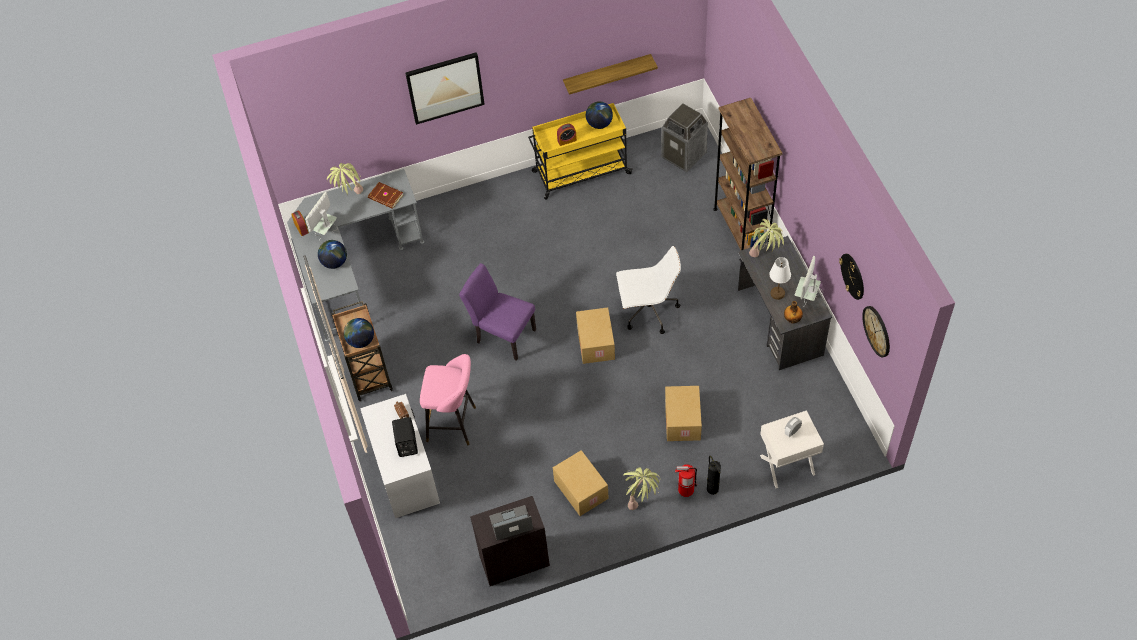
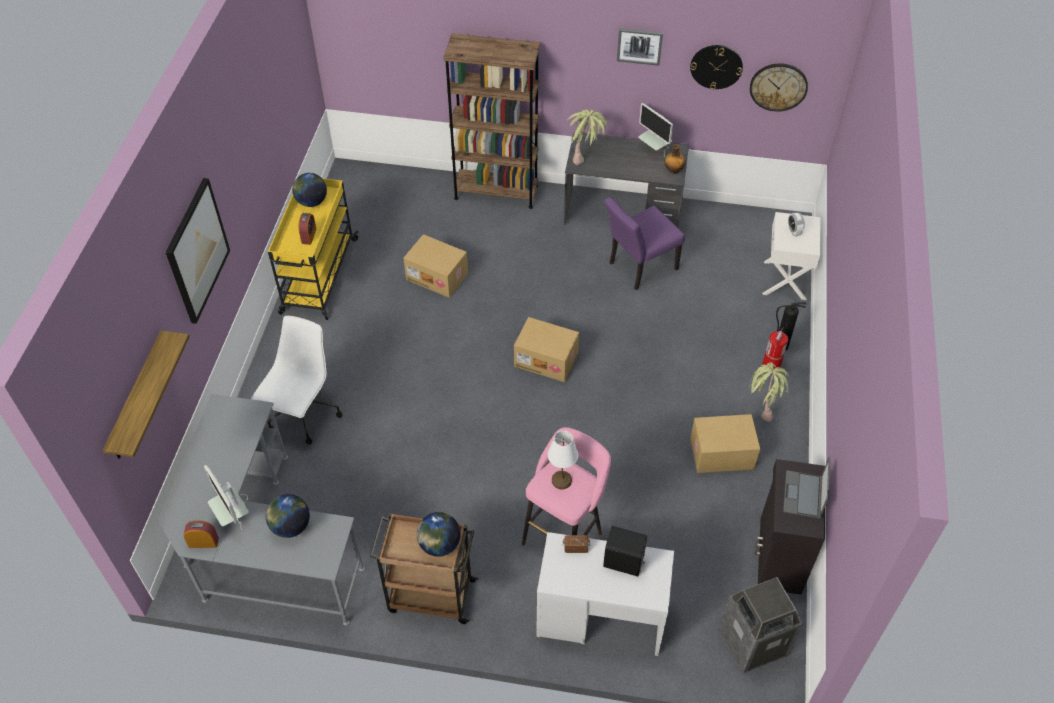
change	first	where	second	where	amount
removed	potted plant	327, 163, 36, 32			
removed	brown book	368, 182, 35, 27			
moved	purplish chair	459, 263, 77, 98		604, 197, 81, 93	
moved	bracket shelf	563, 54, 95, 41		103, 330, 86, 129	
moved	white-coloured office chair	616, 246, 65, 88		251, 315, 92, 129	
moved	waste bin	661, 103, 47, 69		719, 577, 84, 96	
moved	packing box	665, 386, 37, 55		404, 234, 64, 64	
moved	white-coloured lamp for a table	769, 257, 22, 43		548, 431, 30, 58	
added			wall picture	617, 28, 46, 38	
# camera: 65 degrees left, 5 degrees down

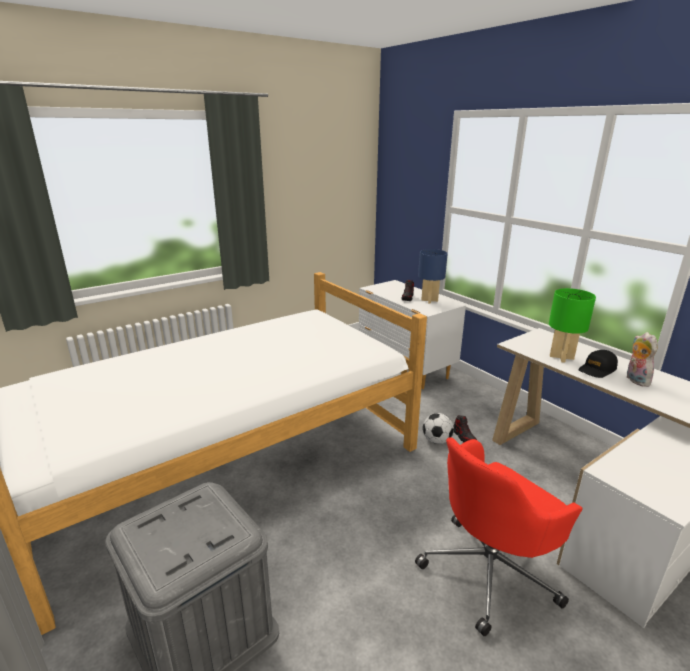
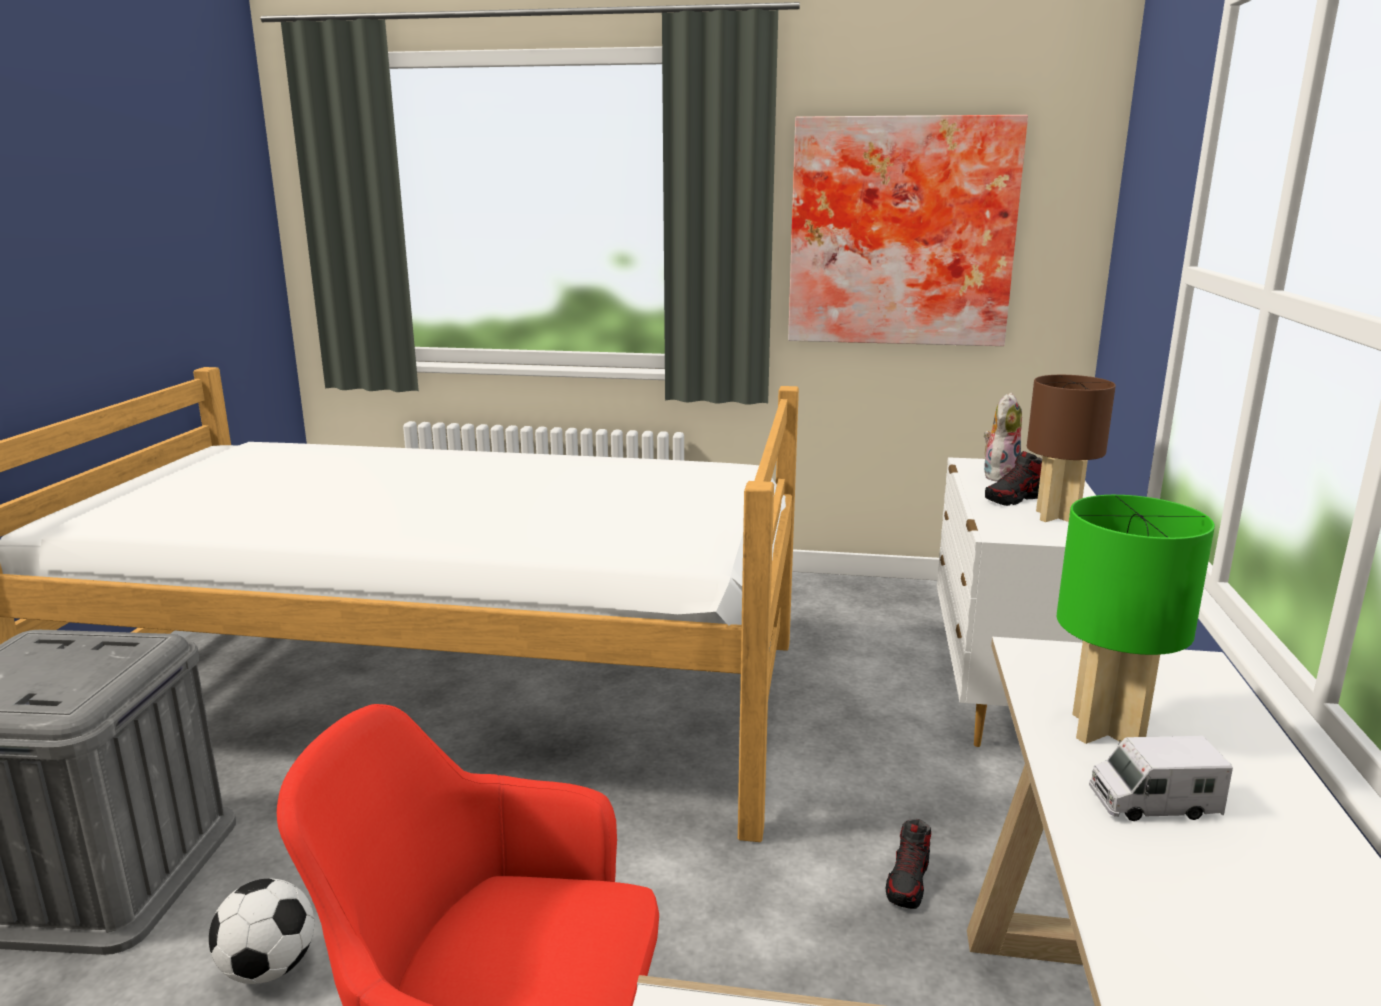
change	first	where	second	where	amount
recoloured	blue-coloured lamp for a table	418, 249, 30, 55	brown lamp for a table	1027, 375, 89, 147	
moved	ball for football	423, 413, 31, 31		209, 878, 105, 106	
replaced	blackish cap	578, 350, 40, 28	toy lorry	1089, 736, 144, 85	
moved	plush toy	627, 332, 31, 55		984, 393, 38, 89	
added			wall picture	788, 115, 240, 231	
# camera: 45 degrees right, 5 degrees down

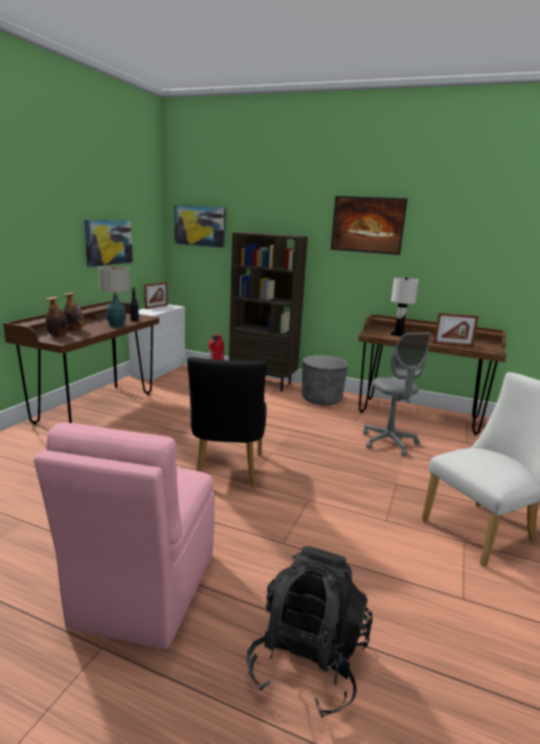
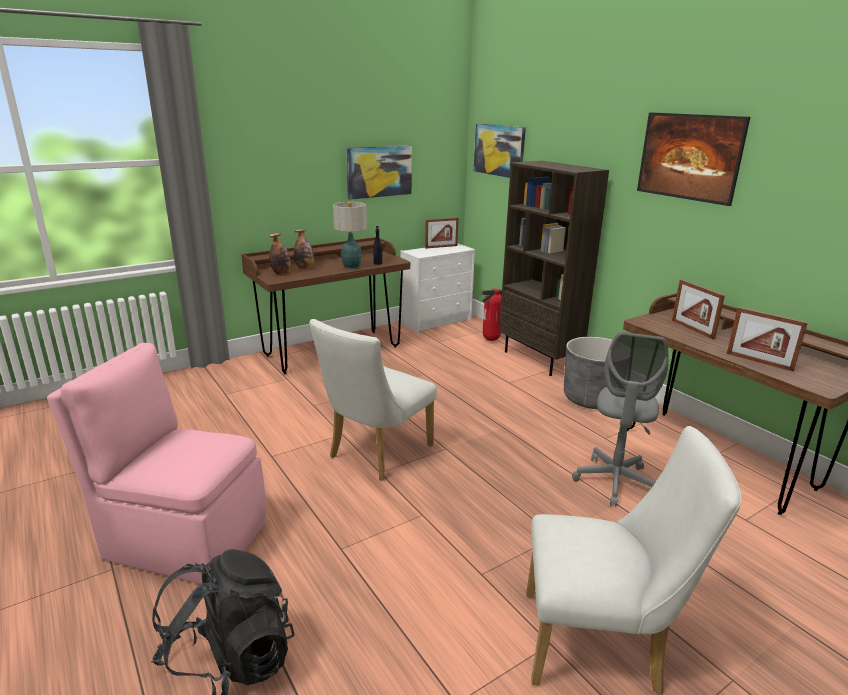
change	first	where	second	where	amount
turned	pinkish chair	34, 423, 181, 227		47, 343, 220, 241	60 degrees clockwise
recoloured	blackish chair	187, 357, 80, 131	white-coloured chair	309, 319, 128, 162	
replaced	white-coloured lamp for a table	391, 277, 28, 60	standing frame	672, 279, 53, 60	
# camera: 35 degrees right, 5 degrees up

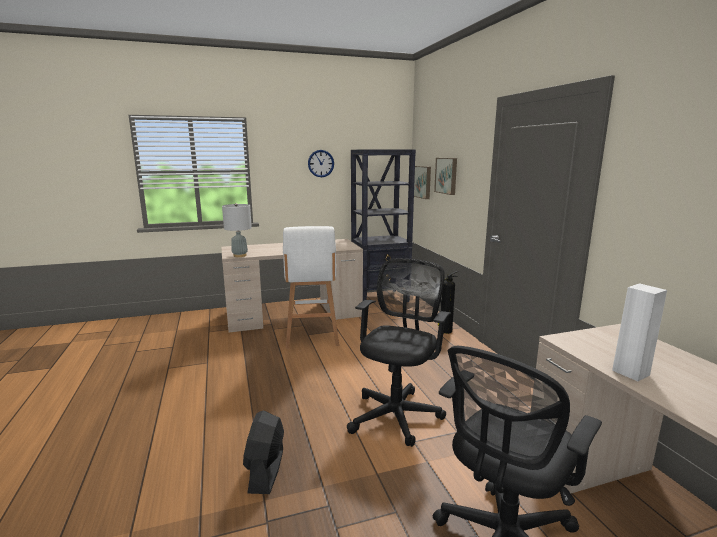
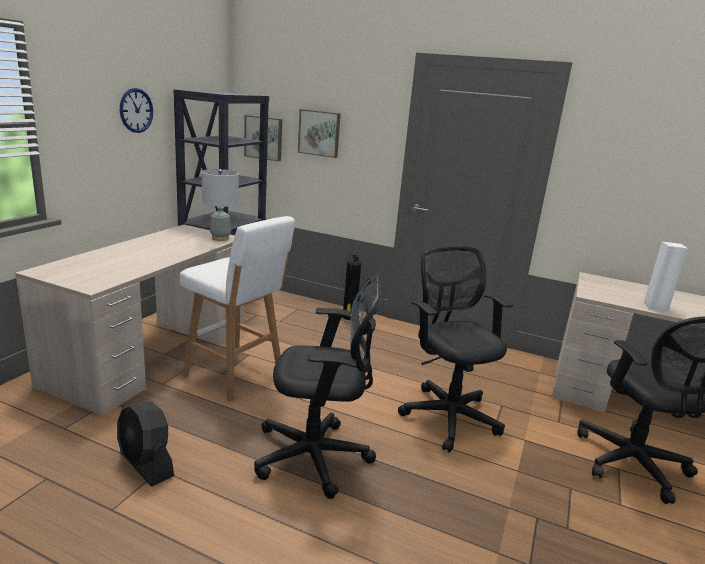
change	first	where	second	where	amount
moved	greyish lamp for a table	222, 203, 30, 54		202, 169, 37, 72	
moved	blackish cooling fan	243, 411, 41, 83		117, 402, 57, 85	
added			blackish office chair	254, 273, 129, 226	
# camera: 50 degrees left, 5 degrees up

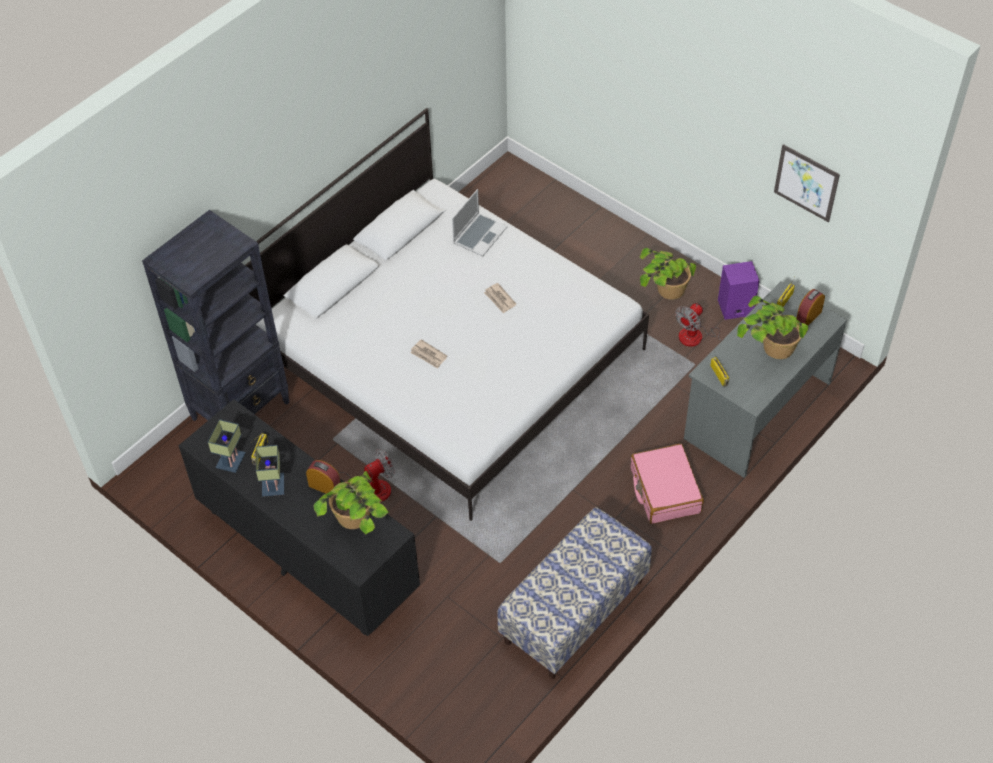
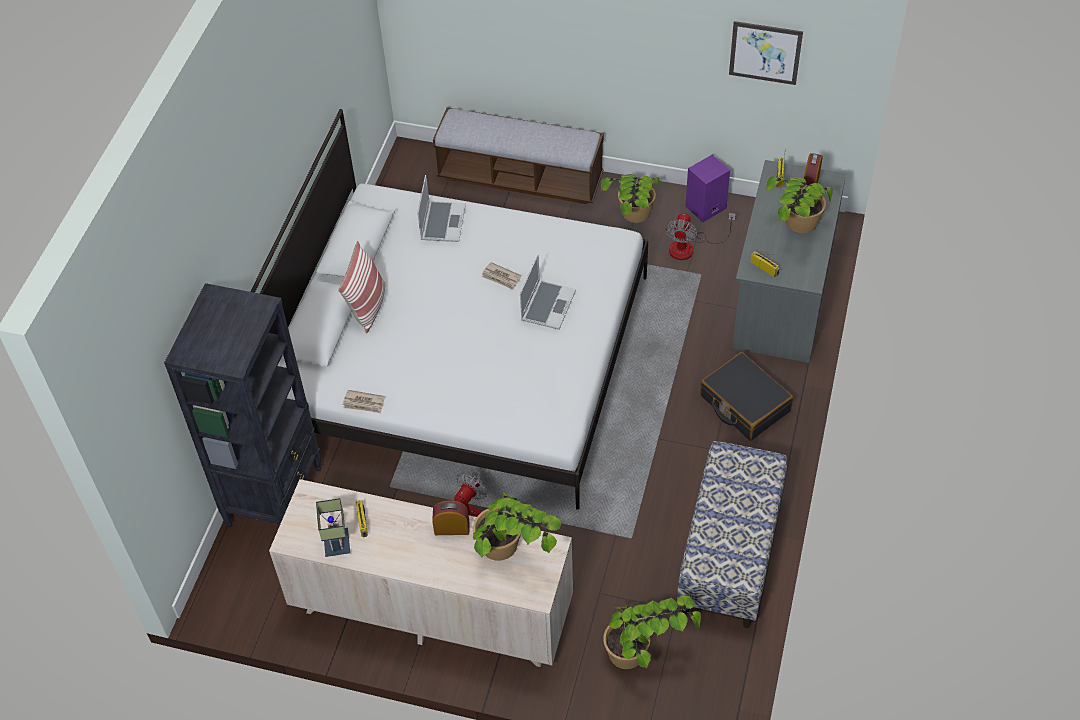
change	first	where	second	where	amount
recoloured	blackish chest of drawers	179, 399, 241, 237	sand-coloured chest of drawers	269, 479, 304, 188	
removed	lamp for a table	256, 445, 28, 52			
moved	daily paper	410, 339, 37, 30		342, 390, 42, 23	
recoloured	pinkish travel case	631, 444, 73, 80	blackish travel case	700, 352, 93, 89	
added			pillow	338, 241, 47, 93	
added			long seat	433, 107, 171, 97	
added			notebook computer	520, 254, 56, 76	
added			potted plant	603, 595, 98, 74	
# camera: 25 degrees left, 0 degrees up

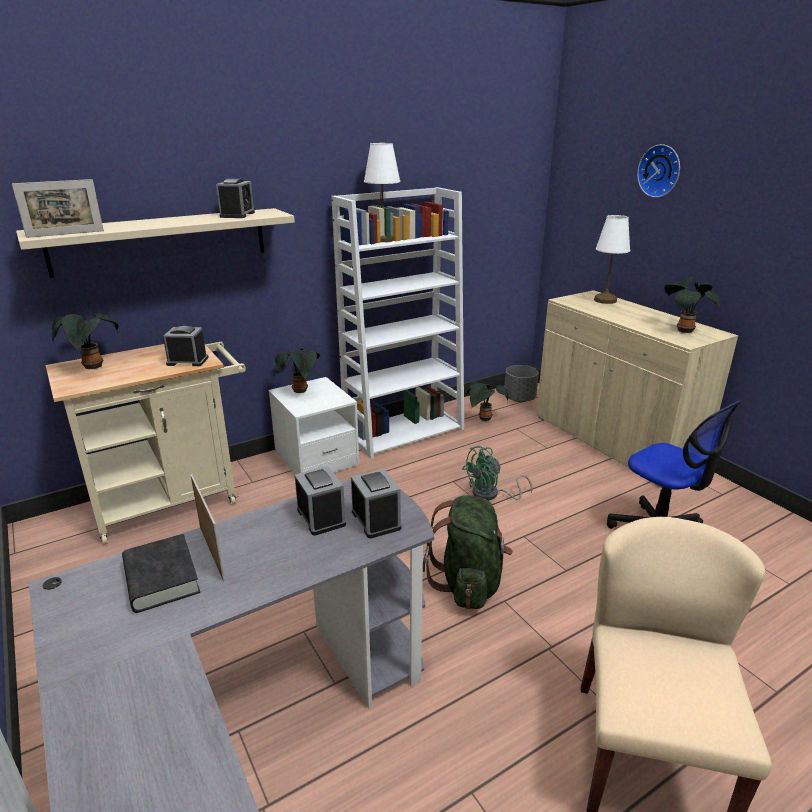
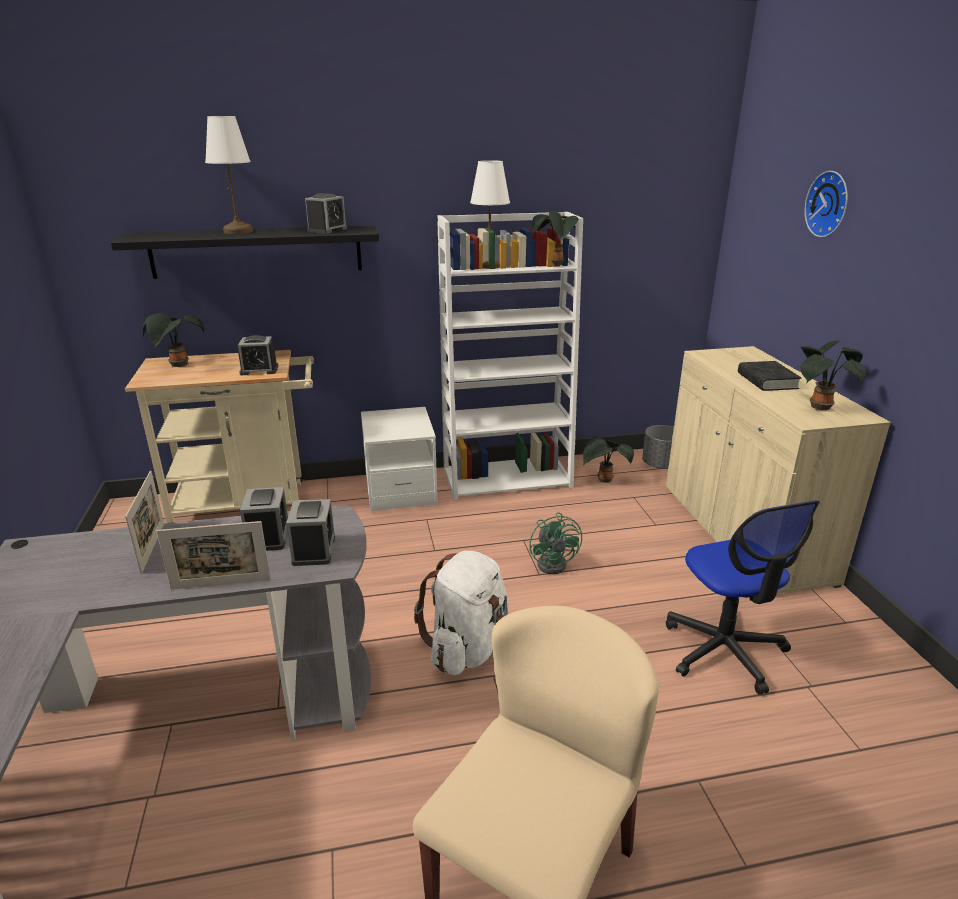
change	first	where	second	where	amount
moved	standing frame	12, 179, 92, 59		156, 521, 115, 69	
recoloured	sand-coloured bracket shelf	16, 208, 279, 70	blackish bracket shelf	111, 225, 268, 54	
moved	blackish book	122, 534, 78, 79		738, 361, 63, 30	
turned	bedside clock	163, 326, 46, 40		237, 335, 41, 40	150 degrees clockwise
moved	potted plant	275, 347, 45, 46		531, 211, 47, 55	
recoloured	greenish rucksack	423, 495, 90, 114	white-coloured rucksack	414, 551, 94, 124	
turned	greenish cooling fan	462, 446, 70, 55		529, 512, 53, 62	90 degrees counterclockwise
moved	white-coloured lamp for a table	594, 215, 36, 89		205, 116, 48, 118	
# camera: 20 degrees right, 0 degrees up

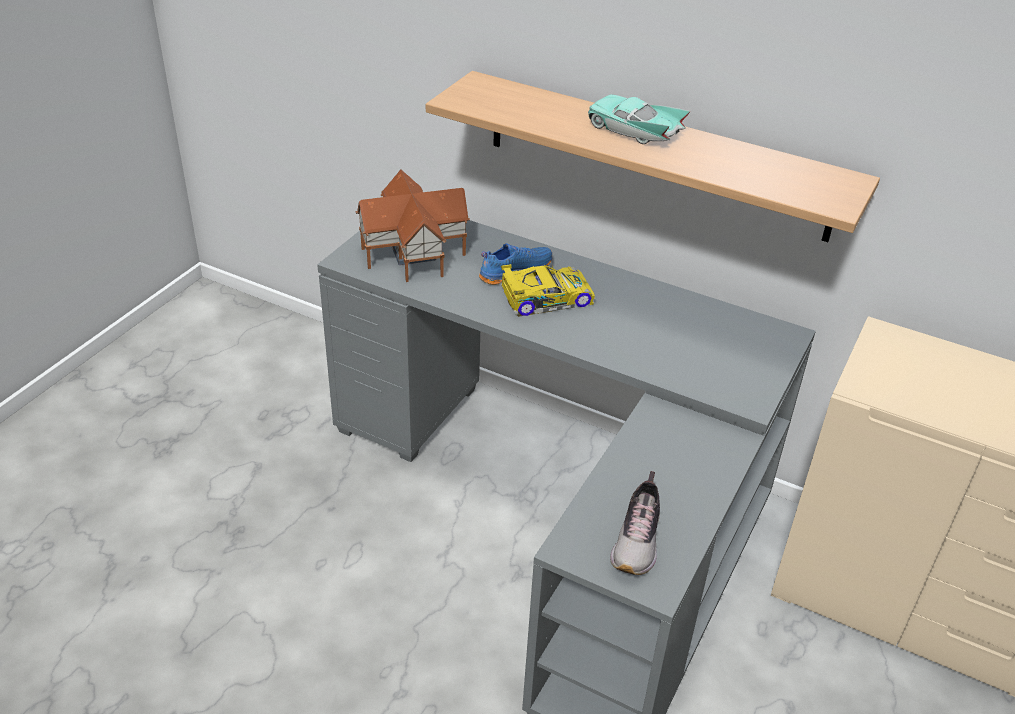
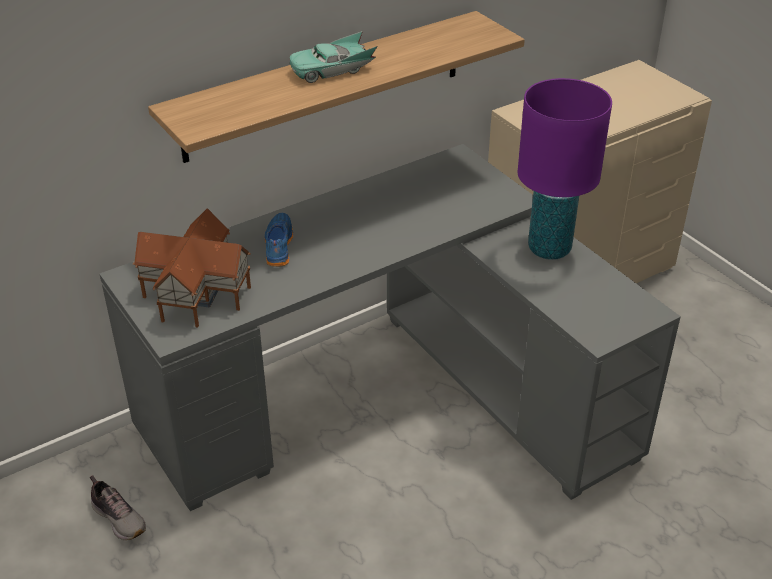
change	first	where	second	where	amount
removed	toy car	501, 264, 94, 53			
moved	item of footwear	610, 471, 50, 104		90, 475, 56, 65	
added			purplish lamp for a table	518, 78, 94, 182	
# camera: 60 degrees left, 0 degrees up

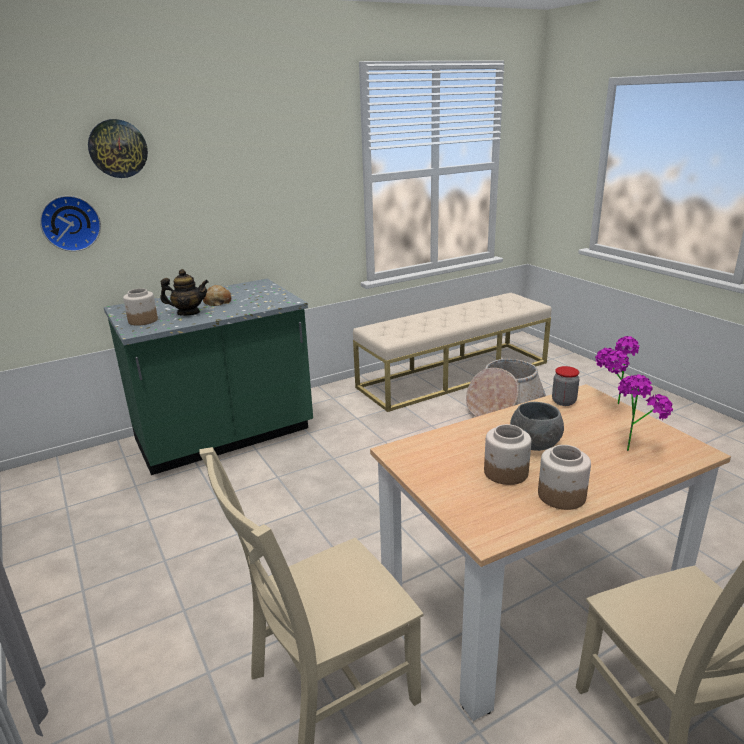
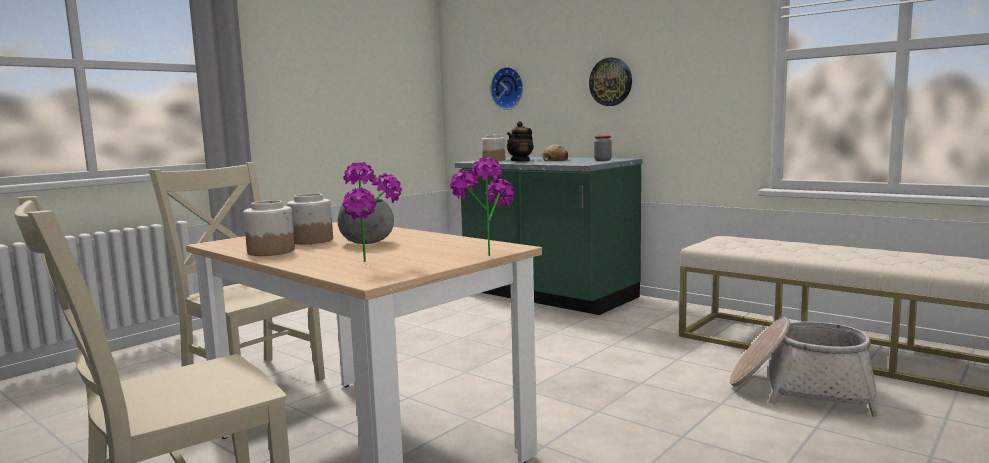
change	first	where	second	where	amount
moved	wall clock	88, 119, 60, 59		589, 57, 43, 49	
turned	teapot	160, 269, 49, 47		507, 121, 27, 41	60 degrees clockwise
moved	jar	552, 366, 27, 40		594, 135, 18, 26	
# camera: 70 degrees right, 15 degrees down

